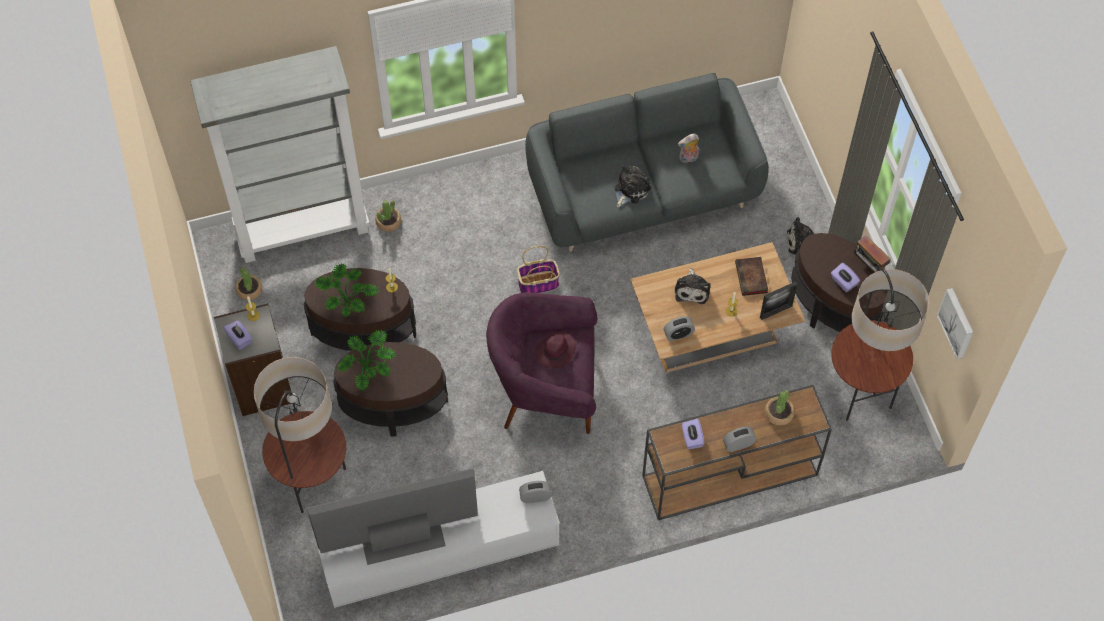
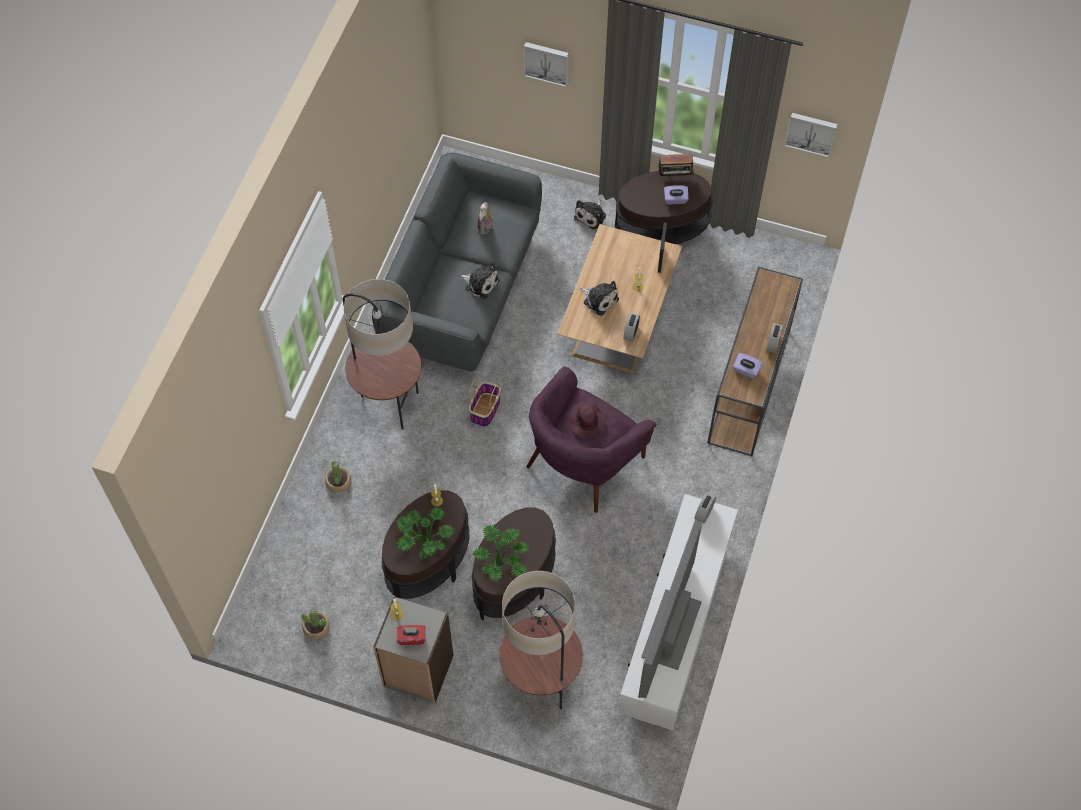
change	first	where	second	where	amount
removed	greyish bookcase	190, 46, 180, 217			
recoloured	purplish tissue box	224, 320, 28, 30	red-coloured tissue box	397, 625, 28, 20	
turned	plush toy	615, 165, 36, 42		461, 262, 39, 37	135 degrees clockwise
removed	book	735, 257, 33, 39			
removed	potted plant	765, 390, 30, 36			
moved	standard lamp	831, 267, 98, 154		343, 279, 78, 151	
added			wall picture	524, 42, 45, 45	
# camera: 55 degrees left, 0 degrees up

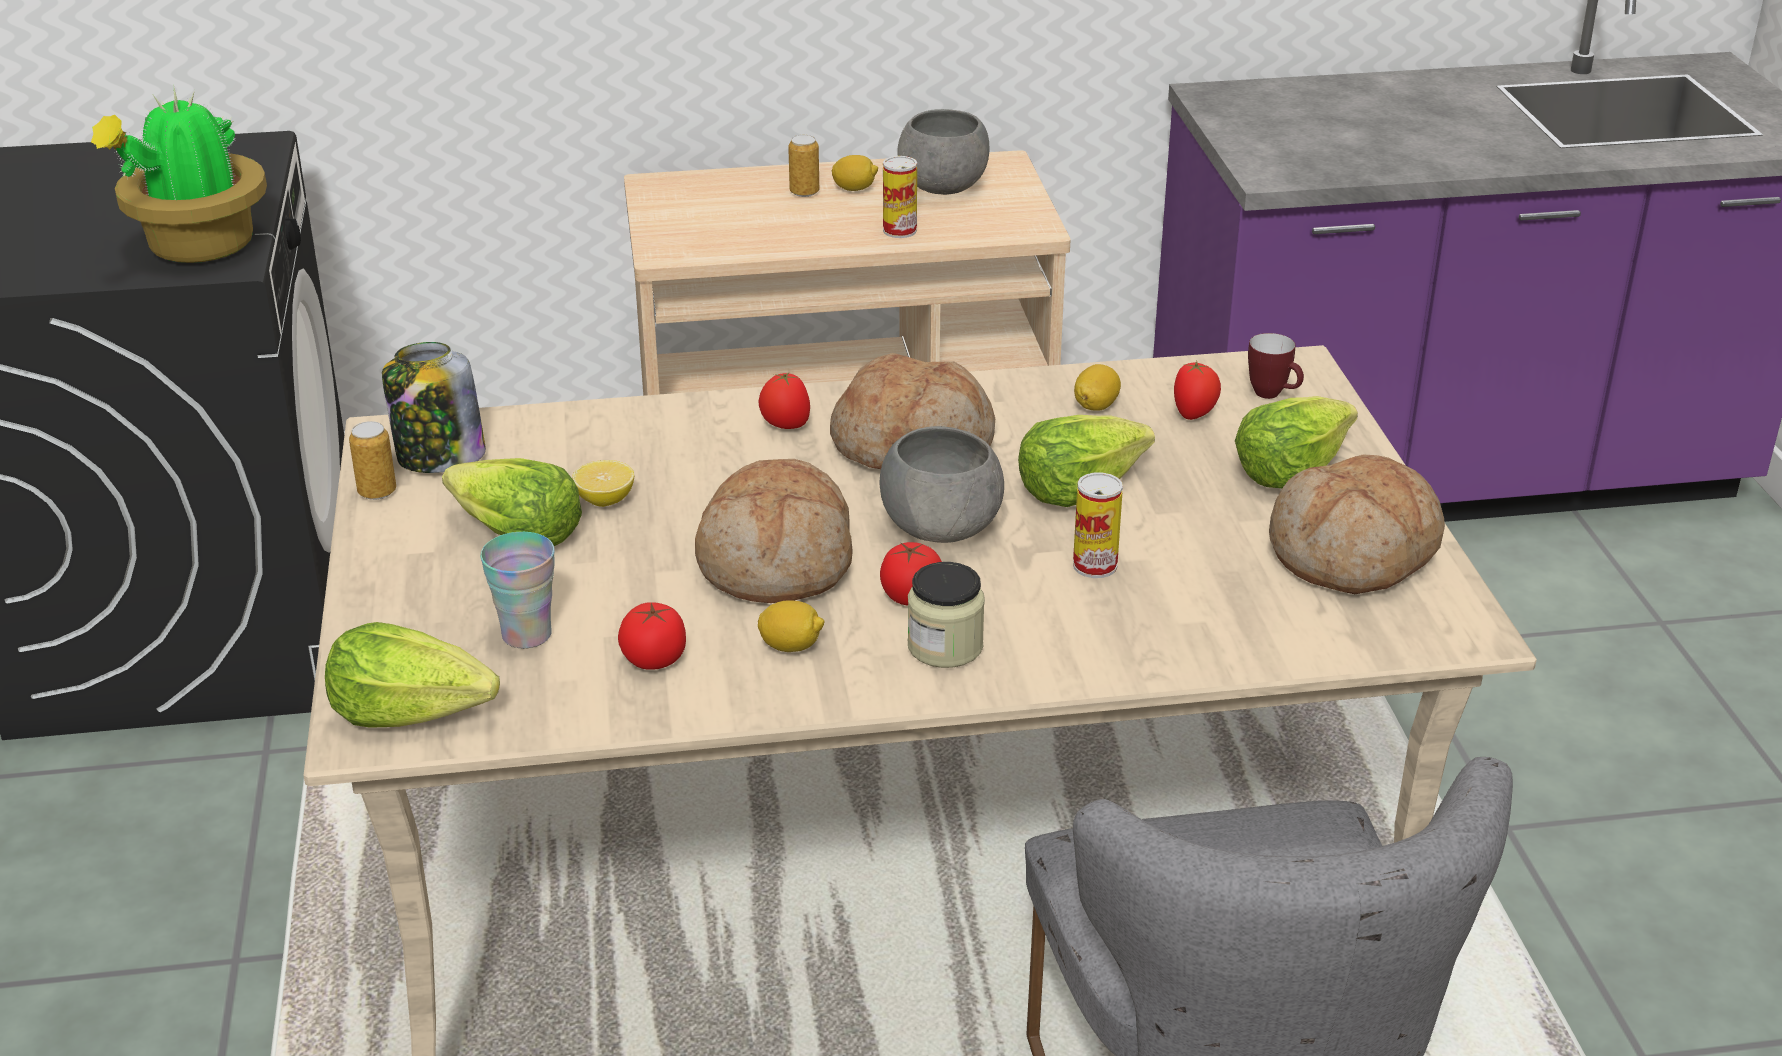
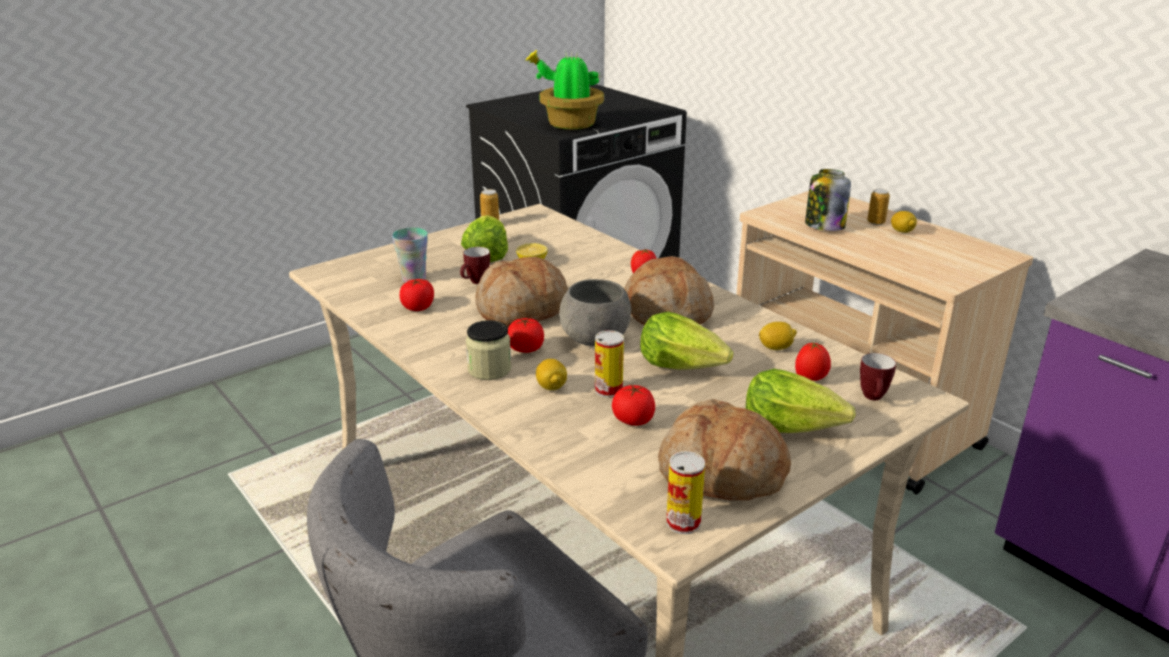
change	first	where	second	where	amount
removed	lettuce	325, 622, 175, 106			
moved	jar	382, 342, 104, 131		805, 169, 46, 62	
moved	lemon	758, 600, 66, 52		536, 359, 31, 31	
moved	metal can	883, 156, 34, 82		666, 451, 39, 83	
removed	greyish bowl	897, 109, 92, 86			
added			coffee mug	460, 247, 30, 37	
added			tomato	612, 385, 43, 41	
# camera: 60 degrees right, 5 degrees down

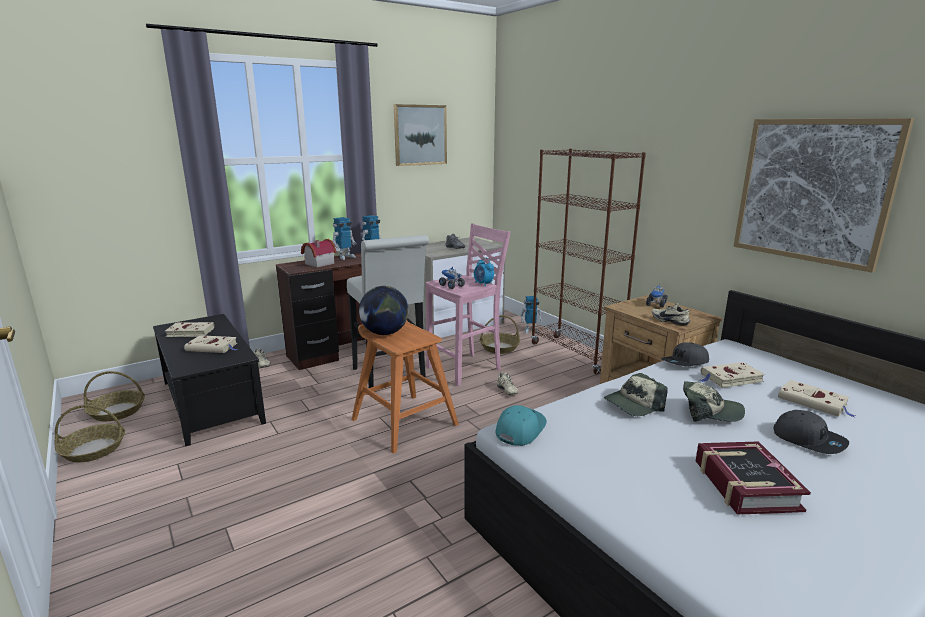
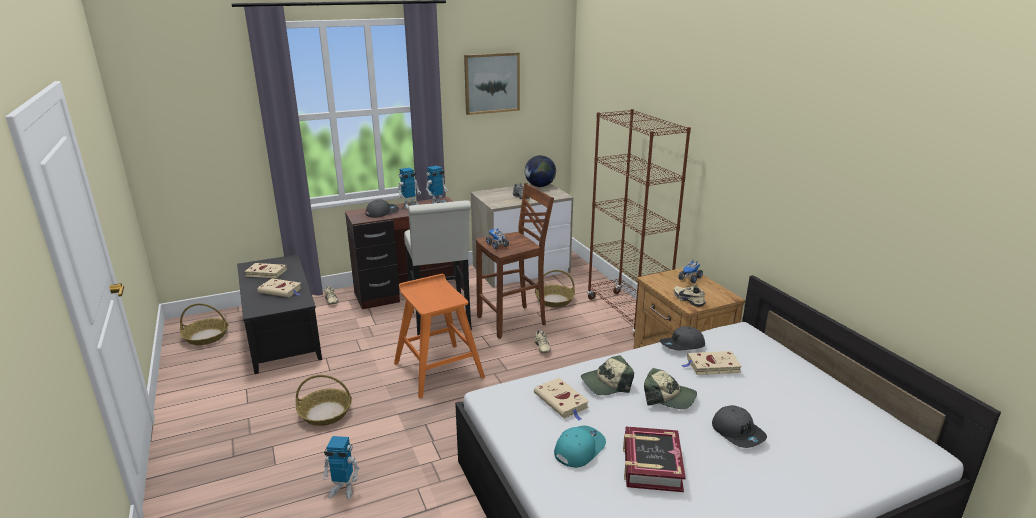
change	first	where	second	where	amount
moved	basket	55, 405, 70, 57		296, 375, 56, 51	
replaced	toy house	301, 239, 36, 29	greyish cap	365, 199, 34, 19	
moved	desk globe	359, 286, 50, 49		525, 155, 31, 32	
recoloured	pinkish sitting stool	426, 223, 85, 163	brown sitting stool	476, 183, 78, 156	
removed	bedside clock	474, 258, 20, 29			
moved	turquoise cap	495, 405, 52, 41		554, 425, 52, 43	
moved	robot figure	520, 296, 22, 37		322, 436, 37, 63	
removed	wall picture	734, 118, 180, 155			
moved	sand-coloured book	778, 380, 77, 37		534, 378, 55, 43	
# camera: 10 degrees right, 5 degrees up

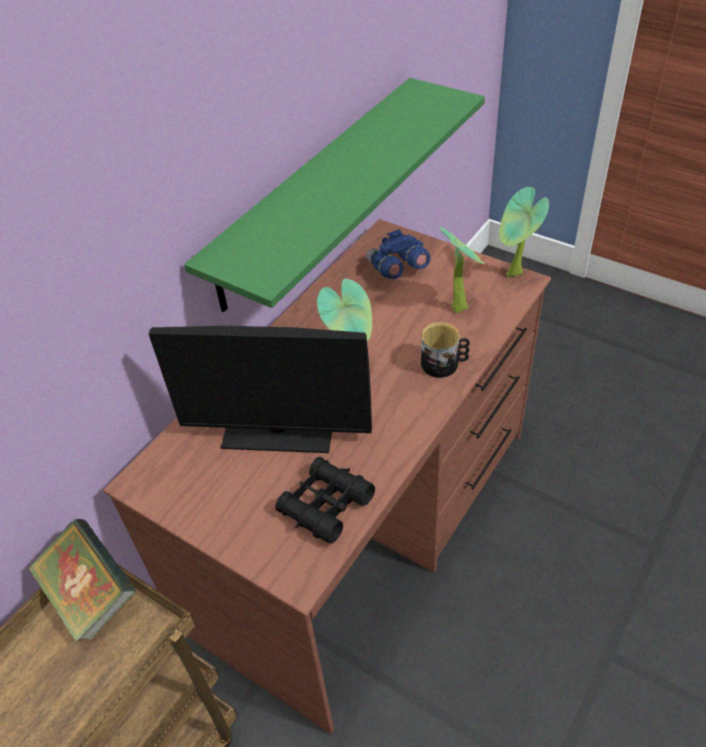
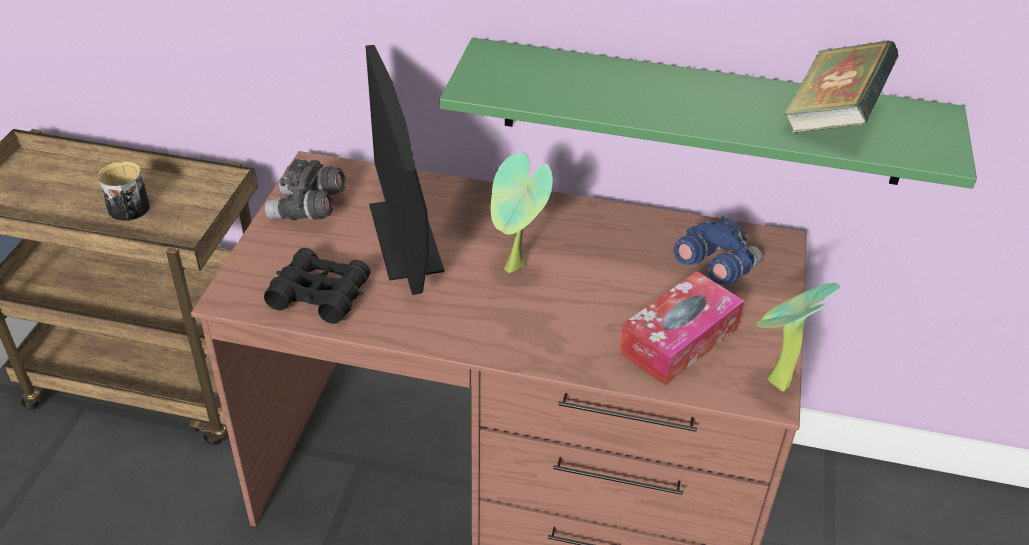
change	first	where	second	where	amount
moved	book	28, 519, 109, 123		784, 40, 115, 93	
moved	coffee mug	421, 322, 49, 56		98, 161, 52, 60	
replaced	potted plant	440, 227, 44, 86	tissue box	619, 271, 125, 115	
added			greyish field glasses	265, 159, 81, 61	
# camera: 65 degrees right, 5 degrees down

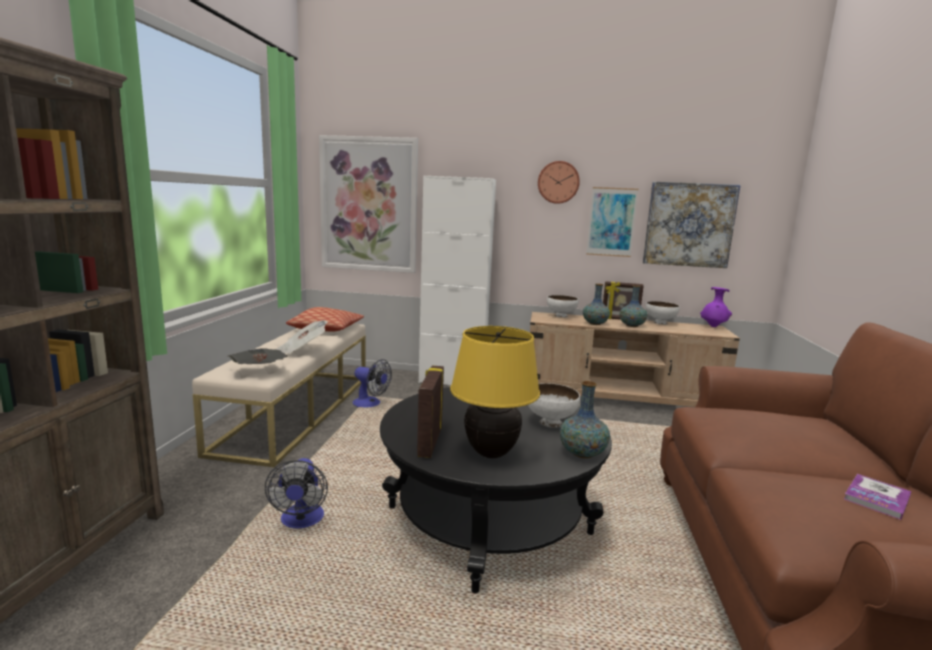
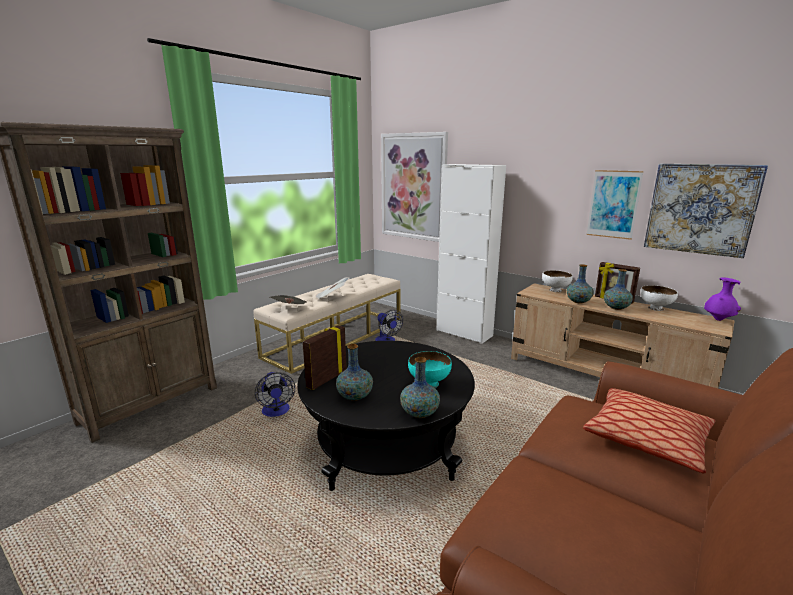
change	first	where	second	where	amount
turned	cooling fan	265, 458, 63, 70		255, 372, 40, 45	45 degrees counterclockwise
moved	pillow	286, 307, 78, 25		583, 388, 132, 85	
replaced	yellow lamp for a table	450, 326, 90, 132	flower vase	336, 344, 37, 57	
recoloured	white-coloured bowl	528, 383, 52, 45	turquoise bowl	408, 351, 44, 37	
removed	wall clock	538, 161, 42, 43			
removed	book	844, 474, 67, 46			
# camera: 30 degrees right, 5 degrees up

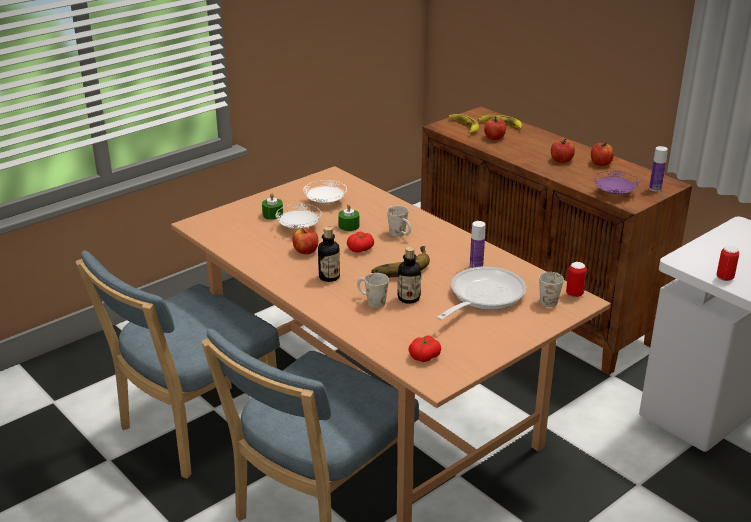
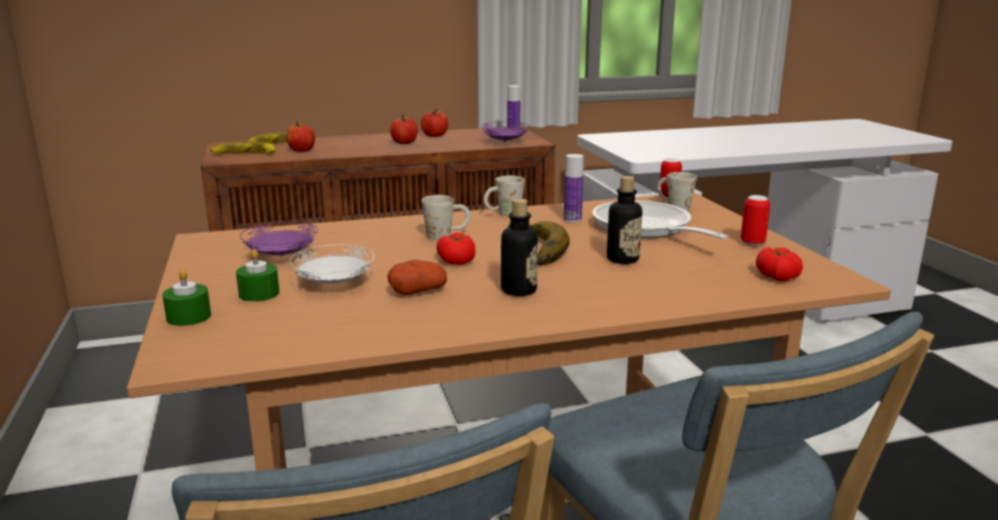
change	first	where	second	where	amount
replaced	apple	292, 227, 26, 27	potato	388, 259, 59, 37	
recoloured	white-coloured dinner plate	303, 180, 44, 23	purplish dinner plate	240, 221, 78, 35	
moved	greenish wax light	338, 204, 21, 27		162, 270, 49, 56	
moved	white-coloured coffee mug	357, 273, 32, 35		484, 176, 41, 40	
moved	metal can	717, 246, 22, 35		741, 195, 29, 51	
# camera: 65 degrees left, 10 degrees down

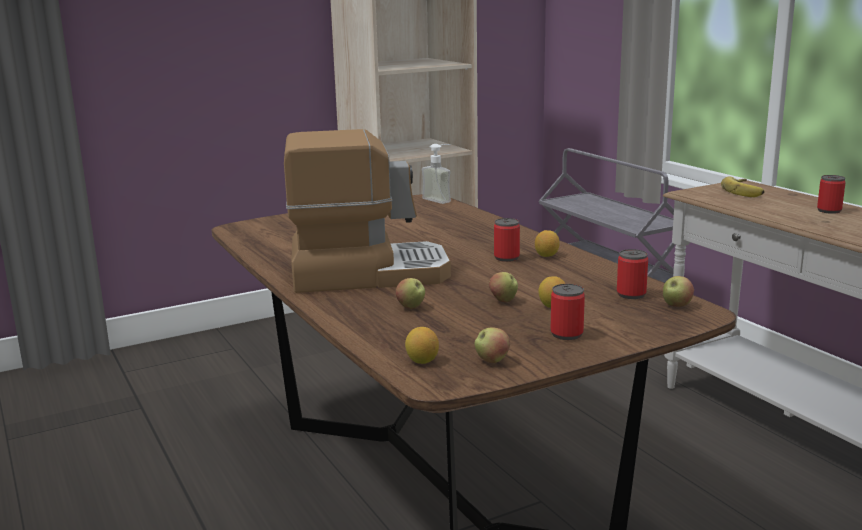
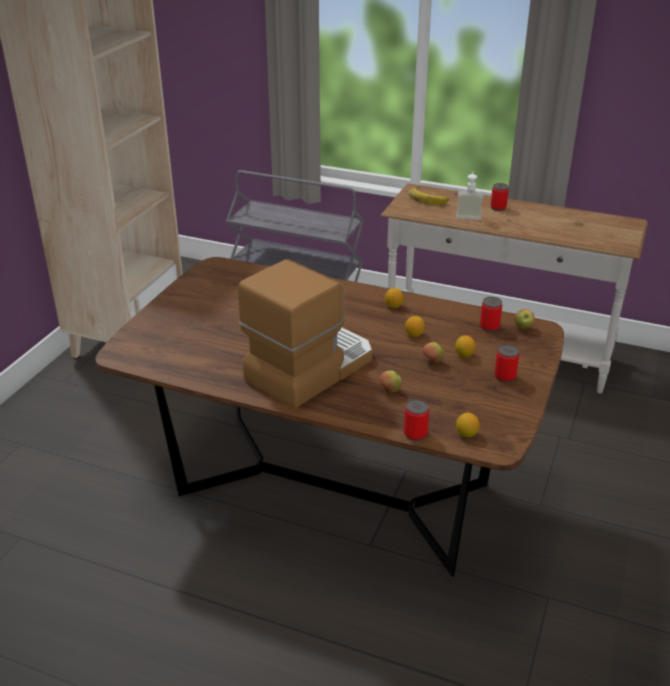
change	first	where	second	where	amount
moved	soap dispenser	422, 144, 29, 60		456, 171, 28, 49	
removed	apple	474, 327, 36, 36			
moved	metal can	494, 218, 26, 44		404, 399, 25, 42	
added			lemon	405, 316, 20, 21	
# camera: 40 degrees left, 15 degrees up

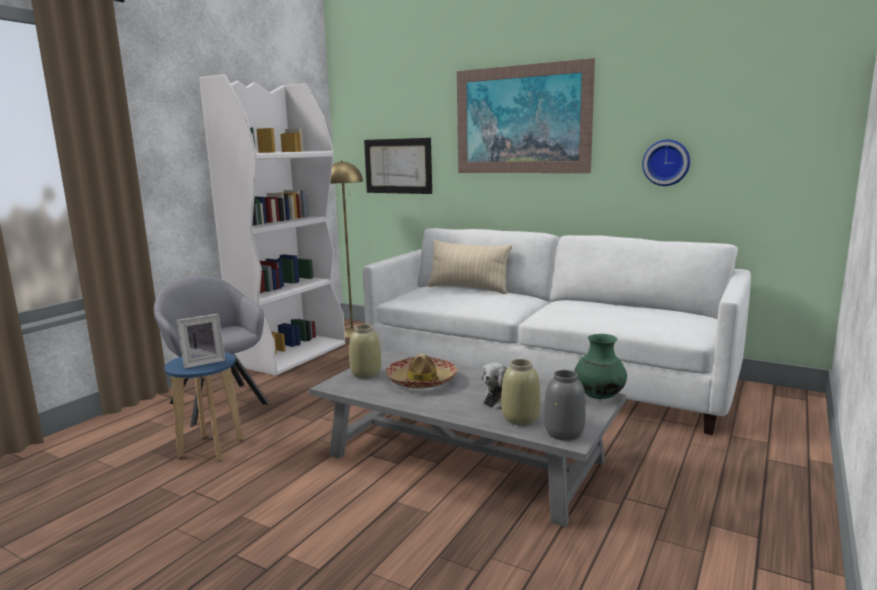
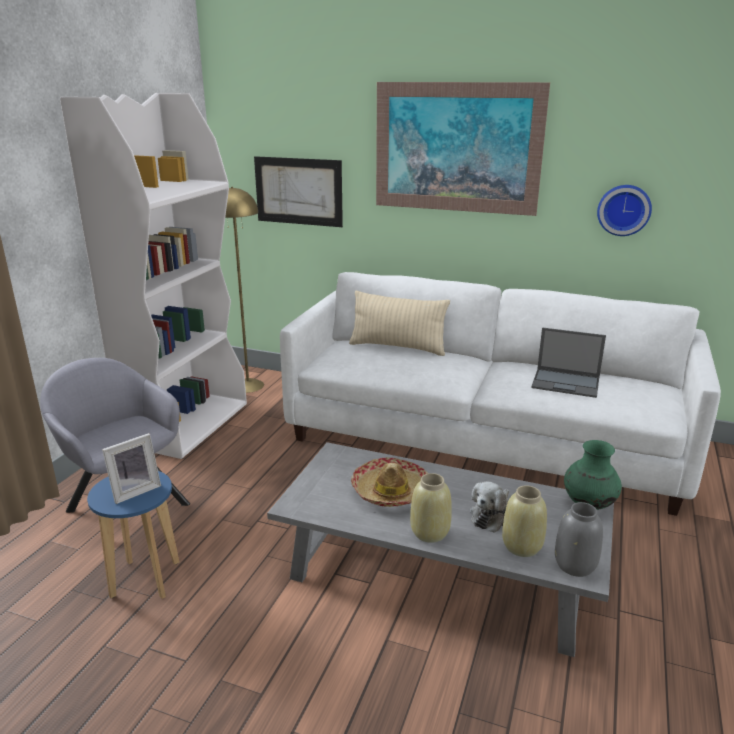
change	first	where	second	where	amount
moved	sand-coloured flower vase	349, 324, 32, 55		410, 473, 42, 70	
added			notebook computer	531, 327, 75, 71	
# camera: 10 degrees left, 10 degrees up

